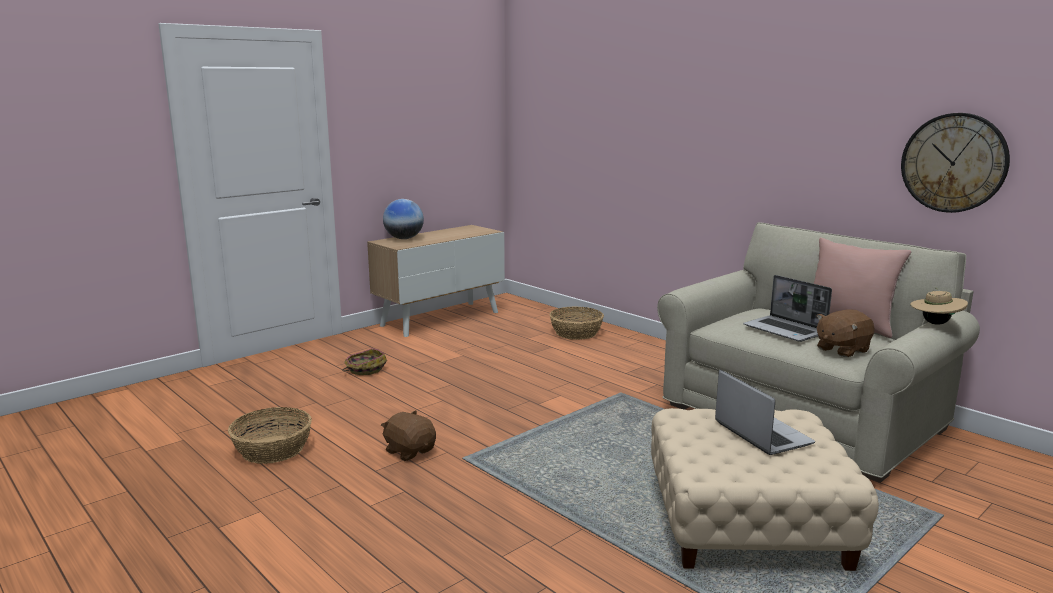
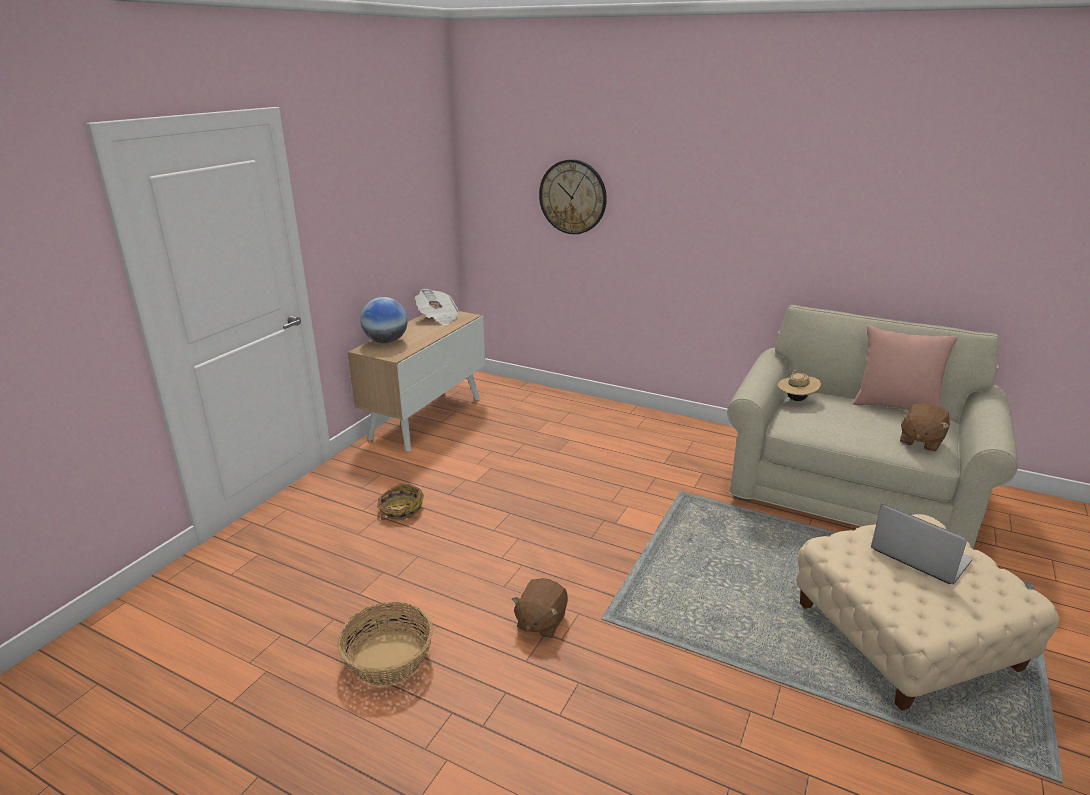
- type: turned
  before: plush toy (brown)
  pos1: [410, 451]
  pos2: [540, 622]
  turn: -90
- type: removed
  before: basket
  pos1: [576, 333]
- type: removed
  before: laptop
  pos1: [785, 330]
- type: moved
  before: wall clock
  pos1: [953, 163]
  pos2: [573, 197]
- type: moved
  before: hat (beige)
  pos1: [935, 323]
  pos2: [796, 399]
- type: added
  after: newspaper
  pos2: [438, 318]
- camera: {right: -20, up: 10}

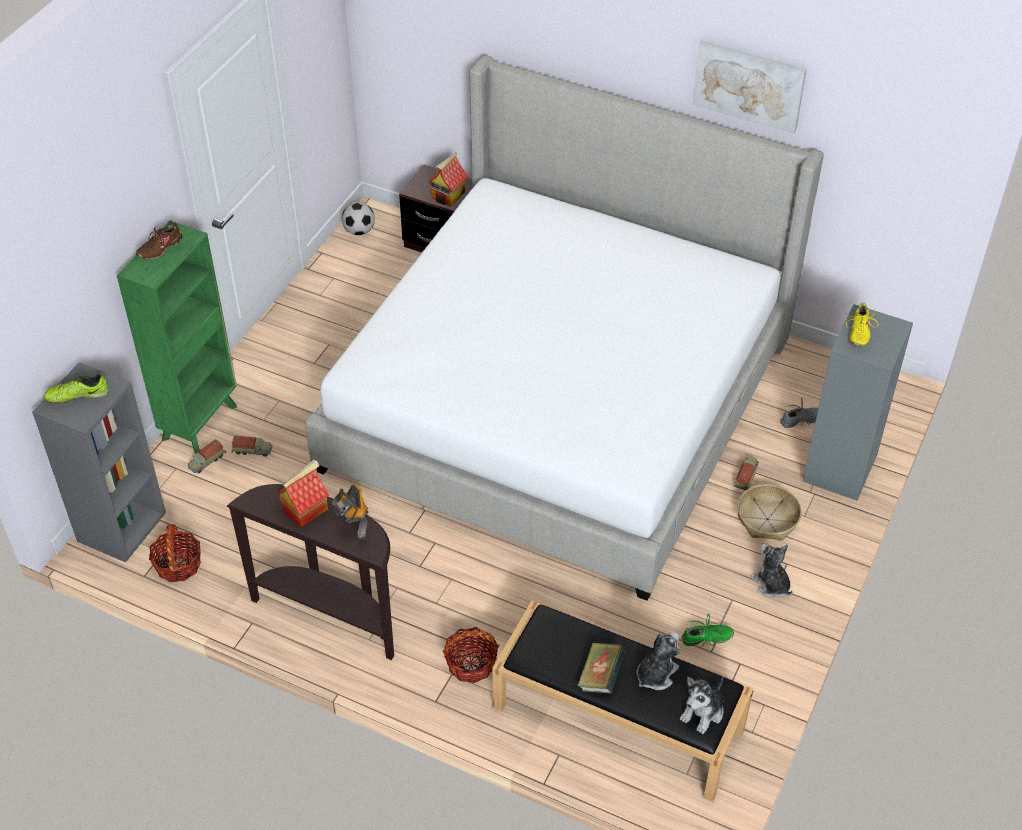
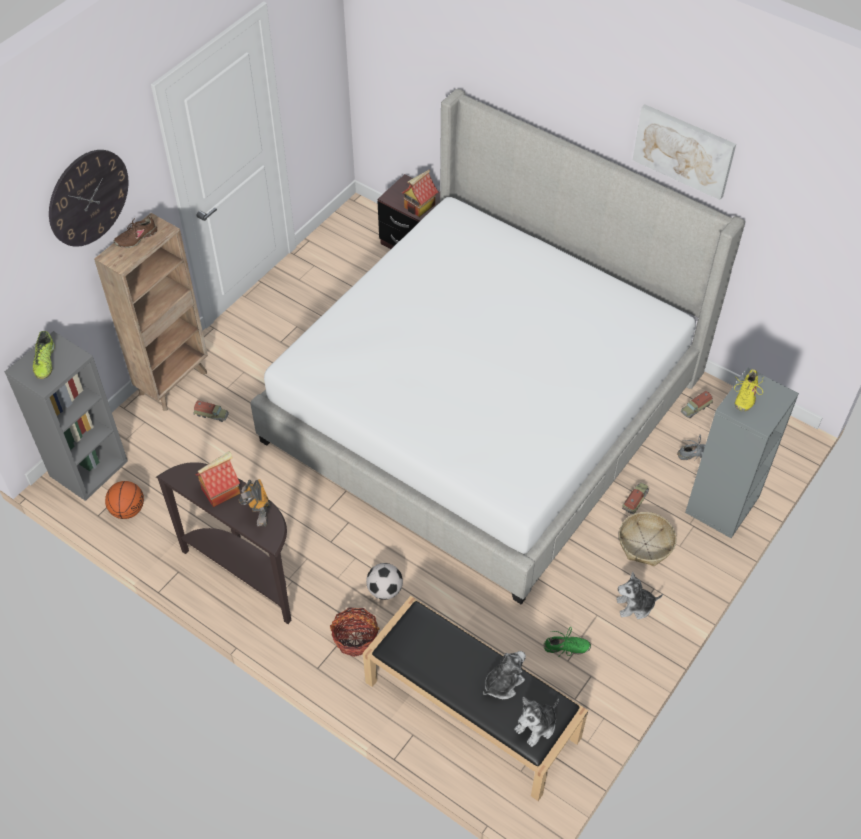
- type: turned
  before: shoe
  pos1: [77, 395]
  pos2: [45, 361]
  turn: -90
- type: recoloured
  before: bookcase (green)
  after: bookcase (brown)
  pos1: [201, 421]
  pos2: [174, 382]
- type: replaced
  before: basket
  after: basketball
  pos1: [178, 565]
  pos2: [128, 509]
- type: moved
  before: toy truck
  pos1: [206, 461]
  pos2: [695, 408]
- type: moved
  before: football
  pos1: [359, 231]
  pos2: [385, 590]
- type: removed
  before: book
  pos1: [601, 677]
- type: turned
  before: plush toy
  pos1: [771, 584]
  pos2: [635, 606]
  turn: -75
- type: added
  after: wall clock
  pos2: [88, 198]
- camera: {right: 10, up: 5}

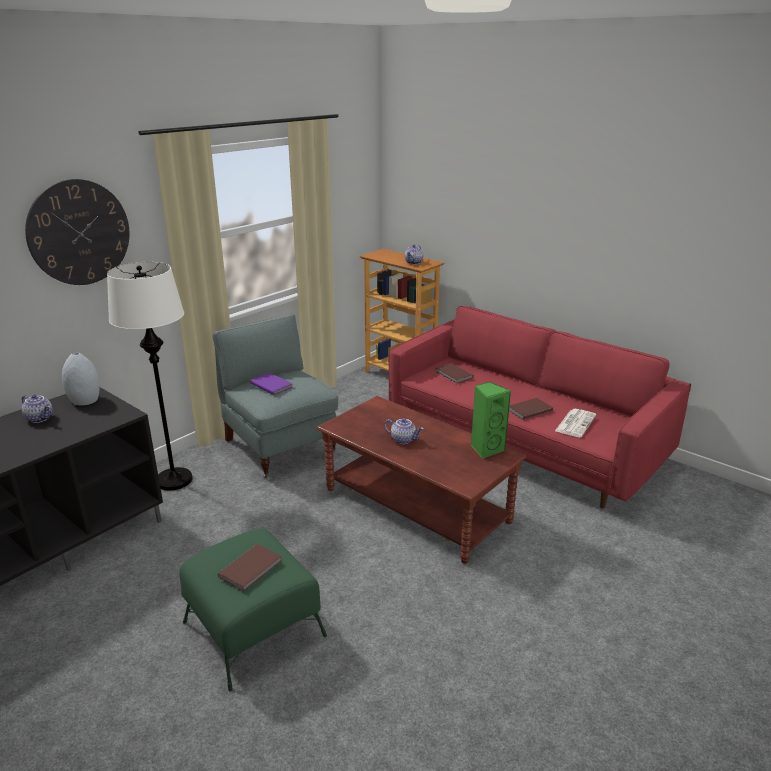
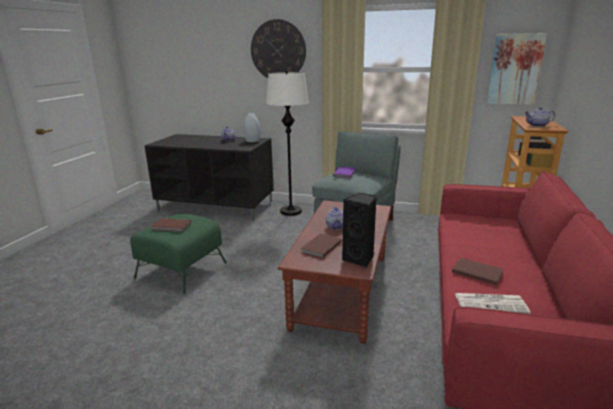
- type: moved
  before: book (brown)
  pos1: [453, 375]
  pos2: [320, 247]
- type: recoloured
  before: speaker (green)
  after: speaker (black)
  pos1: [486, 449]
  pos2: [360, 259]
- type: added
  after: picture
  pos2: [515, 69]
- camera: {right: 65, up: -5}

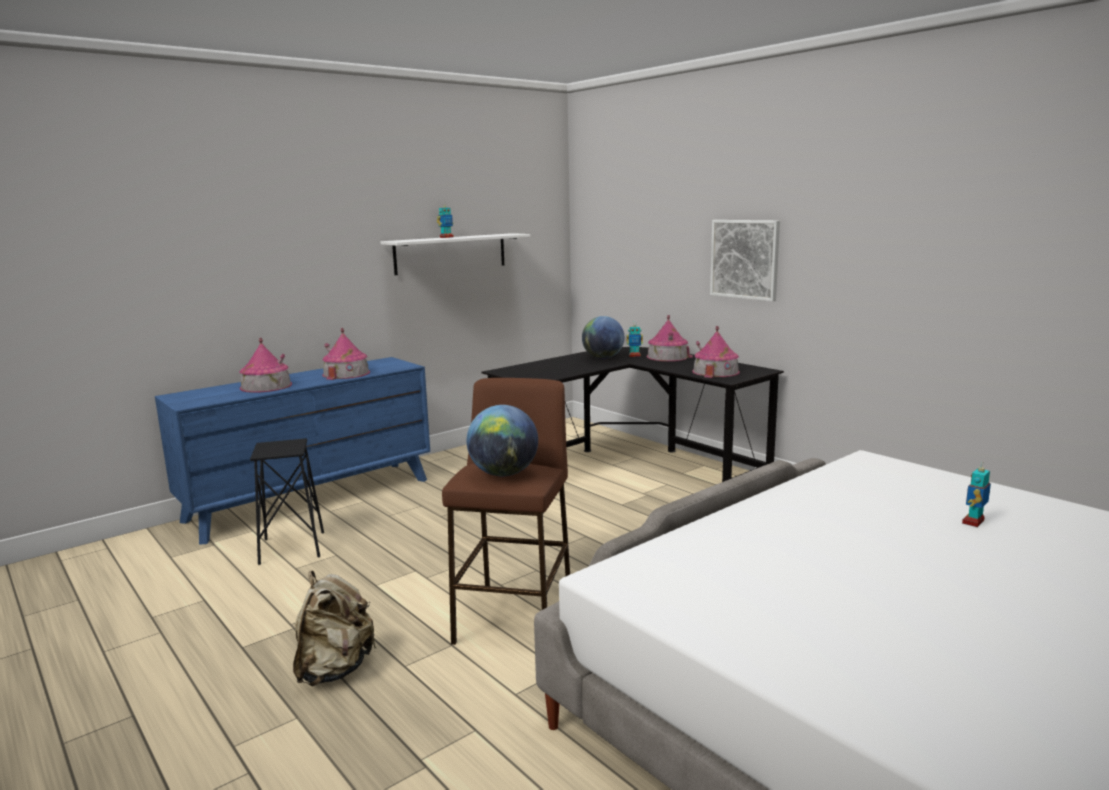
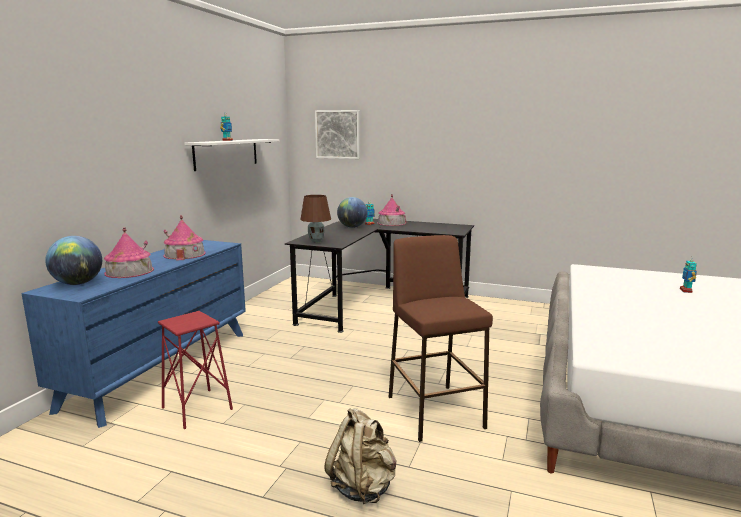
- type: recoloured
  before: stool (black)
  after: stool (red)
  pos1: [292, 548]
  pos2: [197, 408]
- type: moved
  before: globe
  pos1: [503, 474]
  pos2: [78, 283]
- type: removed
  before: toy house
  pos1: [715, 371]
- type: moved
  before: picture
  pos1: [745, 259]
  pos2: [338, 134]
- type: added
  after: table lamp (brown)
  pos2: [316, 241]
- camera: {right: -30, up: 0}

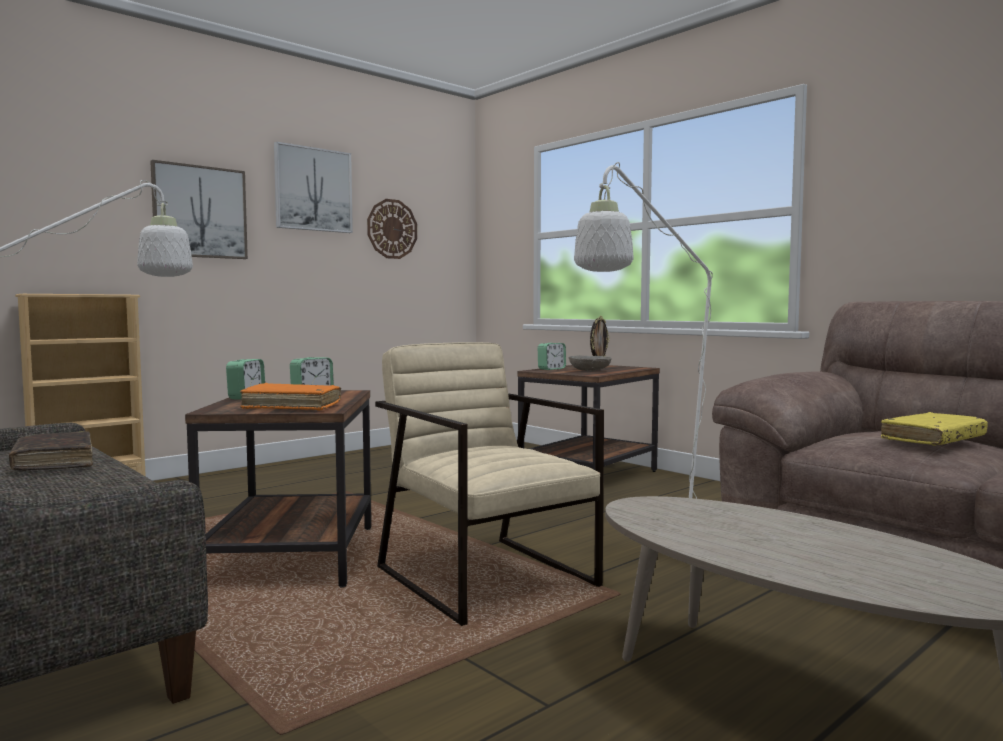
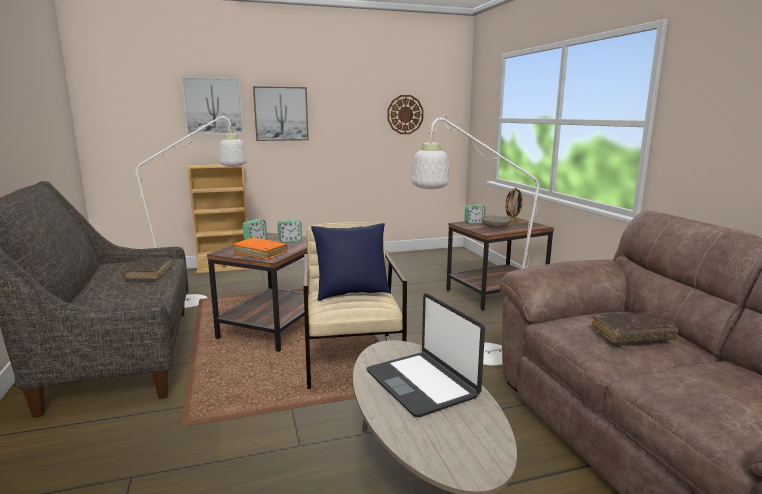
- type: moved
  before: picture
  pos1: [313, 189]
  pos2: [213, 106]
- type: recoloured
  before: book (yellow)
  after: book (brown)
  pos1: [933, 439]
  pos2: [632, 335]
- type: added
  after: pillow (blue)
  pos2: [351, 293]
- type: added
  after: laptop
  pos2: [422, 383]
- camera: {right: 25, up: 10}

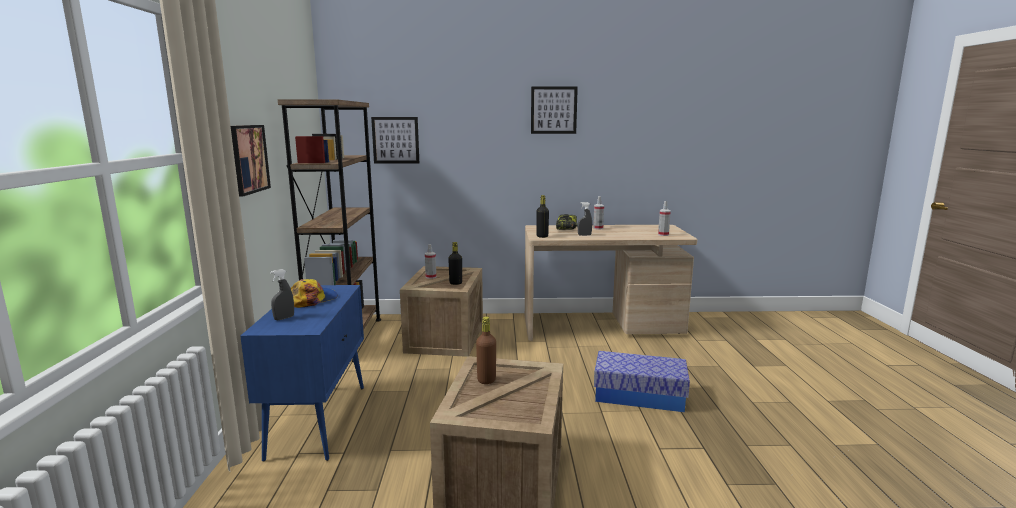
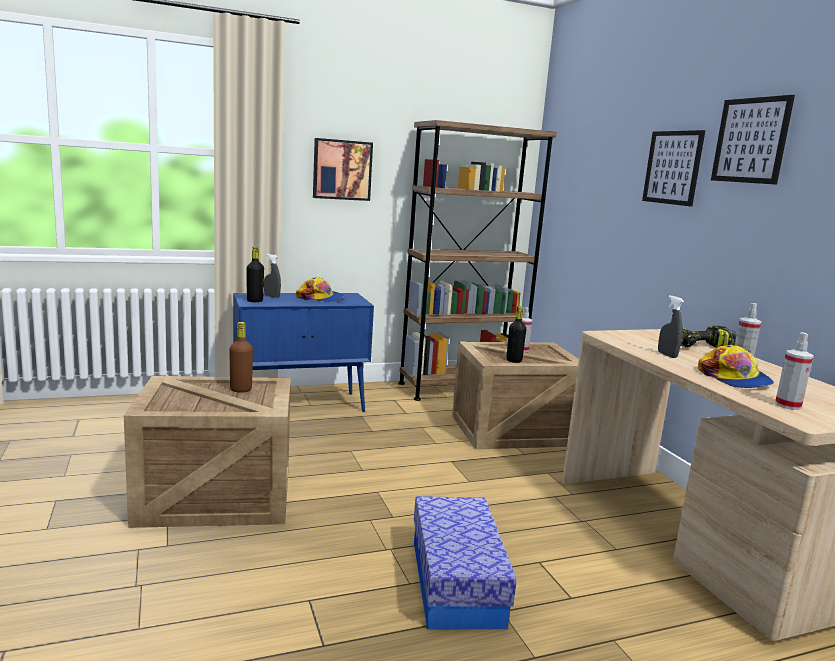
- type: moved
  before: picture
  pos1: [395, 140]
  pos2: [672, 167]
- type: moved
  before: bottle (black)
  pos1: [542, 236]
  pos2: [255, 301]
- type: added
  after: cap
  pos2: [734, 379]
- camera: {right: 70, up: 0}

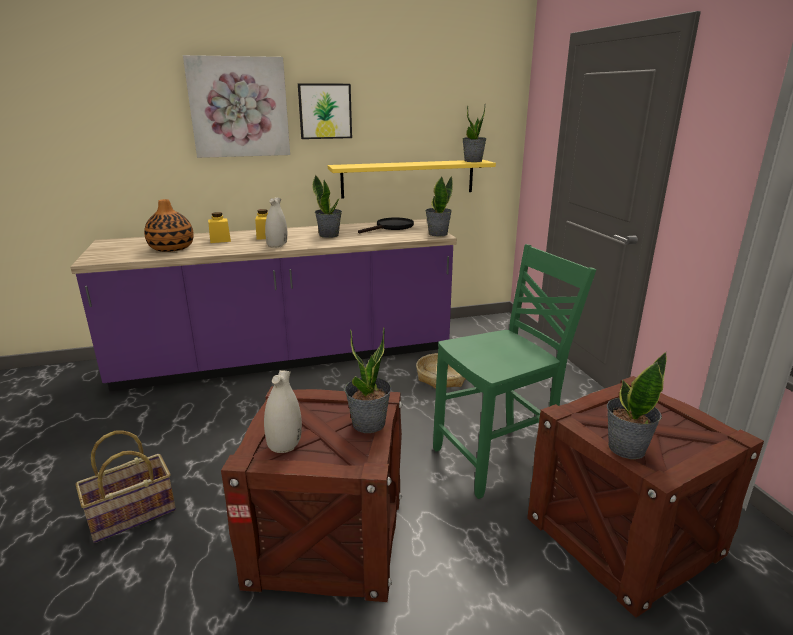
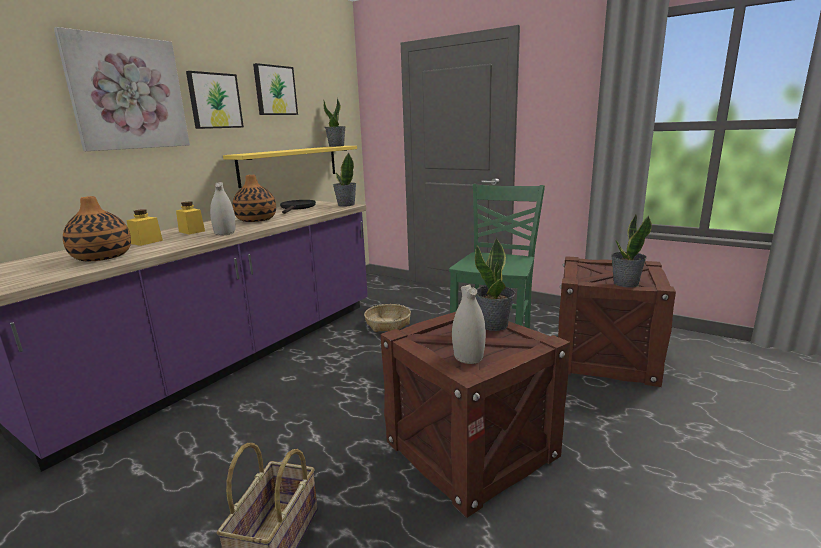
- type: replaced
  before: potted plant
  after: vase
  pos1: [329, 235]
  pos2: [256, 220]
- type: added
  after: picture
  pos2: [275, 90]
- camera: {right: -40, up: -5}

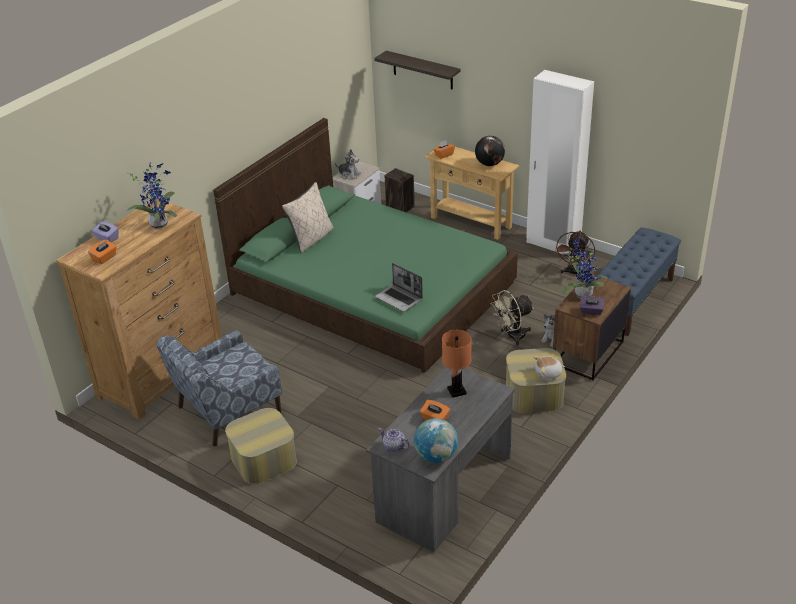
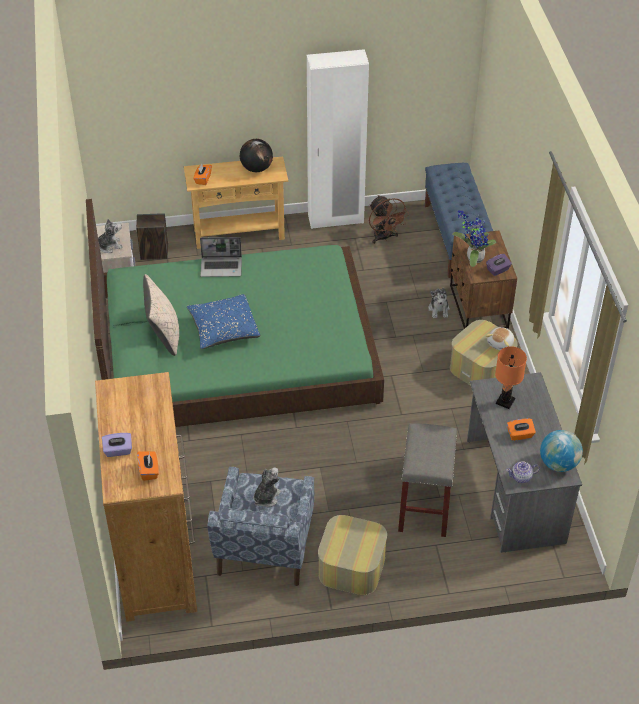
- type: removed
  before: potted plant
  pos1: [159, 223]
- type: removed
  before: shelf
  pos1: [422, 70]
- type: moved
  before: laptop
  pos1: [399, 299]
  pos2: [222, 267]
- type: removed
  before: fan (beige)
  pos1: [512, 336]
- type: added
  after: pillow (blue)
  pos2: [224, 330]
- type: added
  after: plush toy
  pos2: [266, 497]
- type: added
  after: stool (grey)
  pos2: [424, 508]
- camera: {right: -45, up: 10}

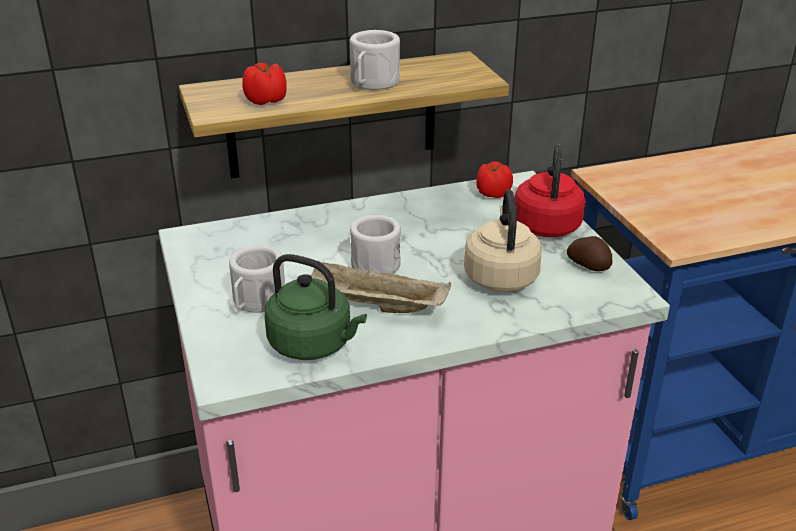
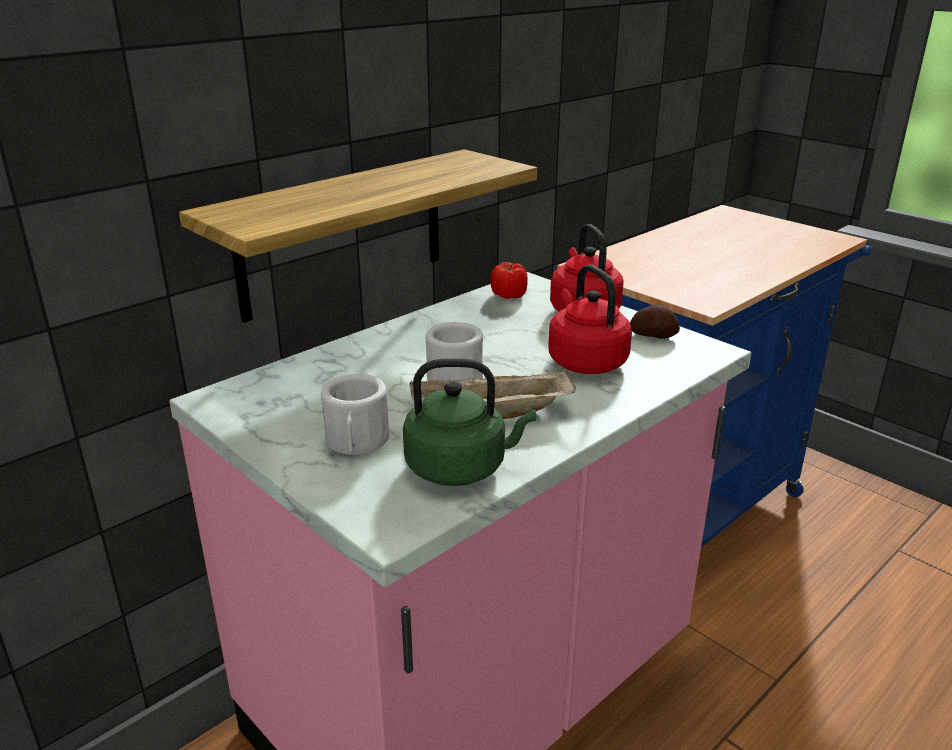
- type: removed
  before: tomato
  pos1: [267, 101]
- type: removed
  before: mug (white)
  pos1: [372, 83]
- type: recoloured
  before: kettle (beige)
  after: kettle (red)
  pos1: [500, 276]
  pos2: [585, 361]
- camera: {right: -25, up: -5}

